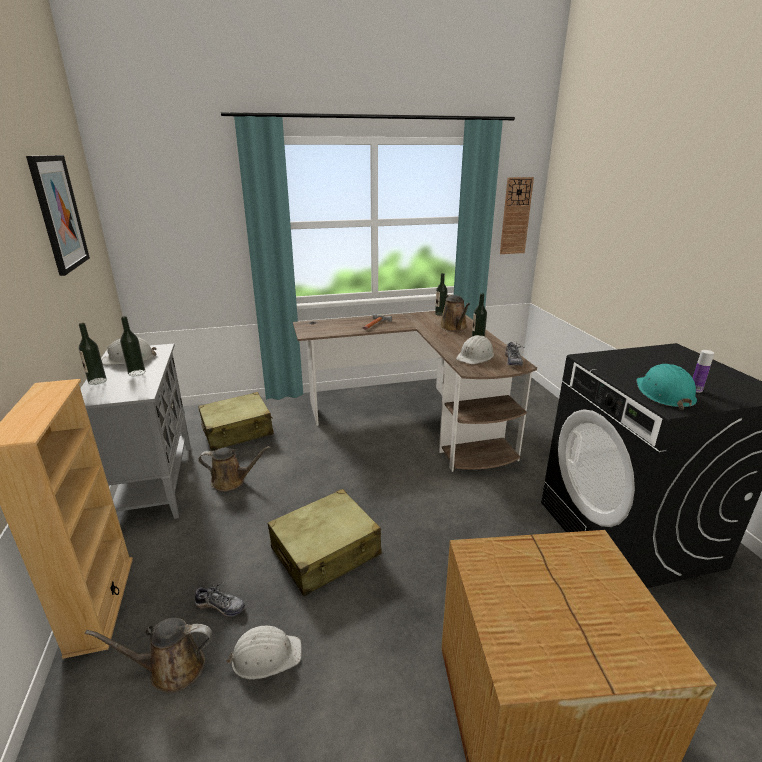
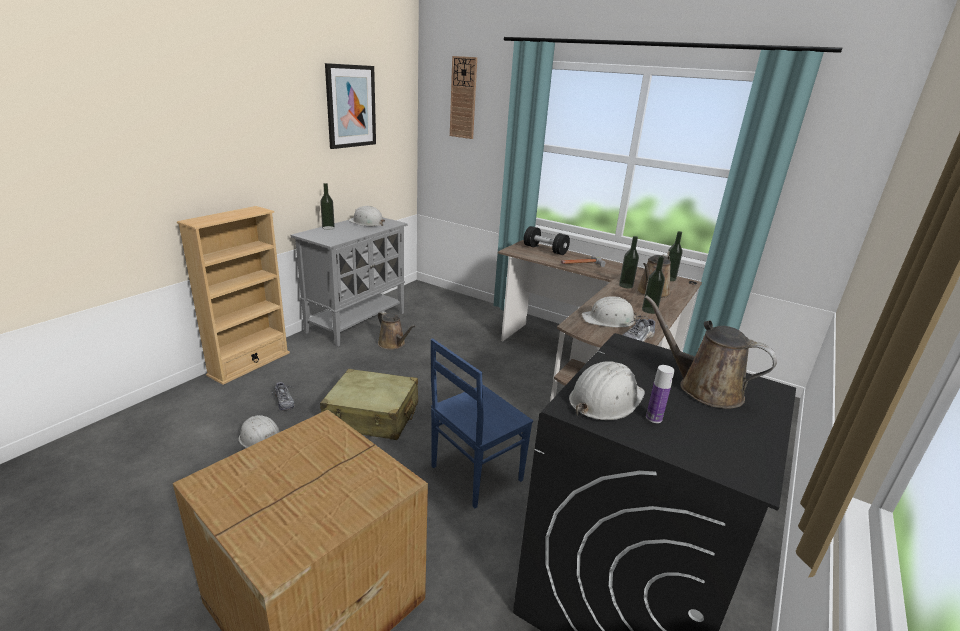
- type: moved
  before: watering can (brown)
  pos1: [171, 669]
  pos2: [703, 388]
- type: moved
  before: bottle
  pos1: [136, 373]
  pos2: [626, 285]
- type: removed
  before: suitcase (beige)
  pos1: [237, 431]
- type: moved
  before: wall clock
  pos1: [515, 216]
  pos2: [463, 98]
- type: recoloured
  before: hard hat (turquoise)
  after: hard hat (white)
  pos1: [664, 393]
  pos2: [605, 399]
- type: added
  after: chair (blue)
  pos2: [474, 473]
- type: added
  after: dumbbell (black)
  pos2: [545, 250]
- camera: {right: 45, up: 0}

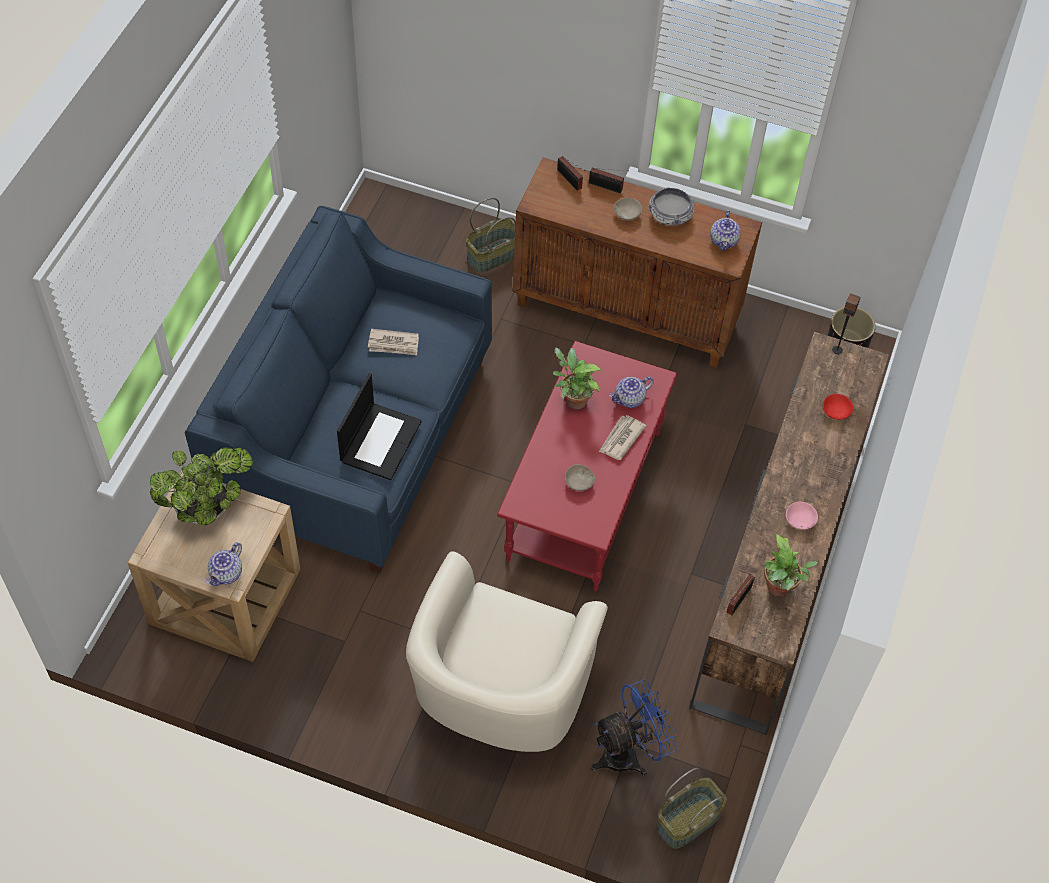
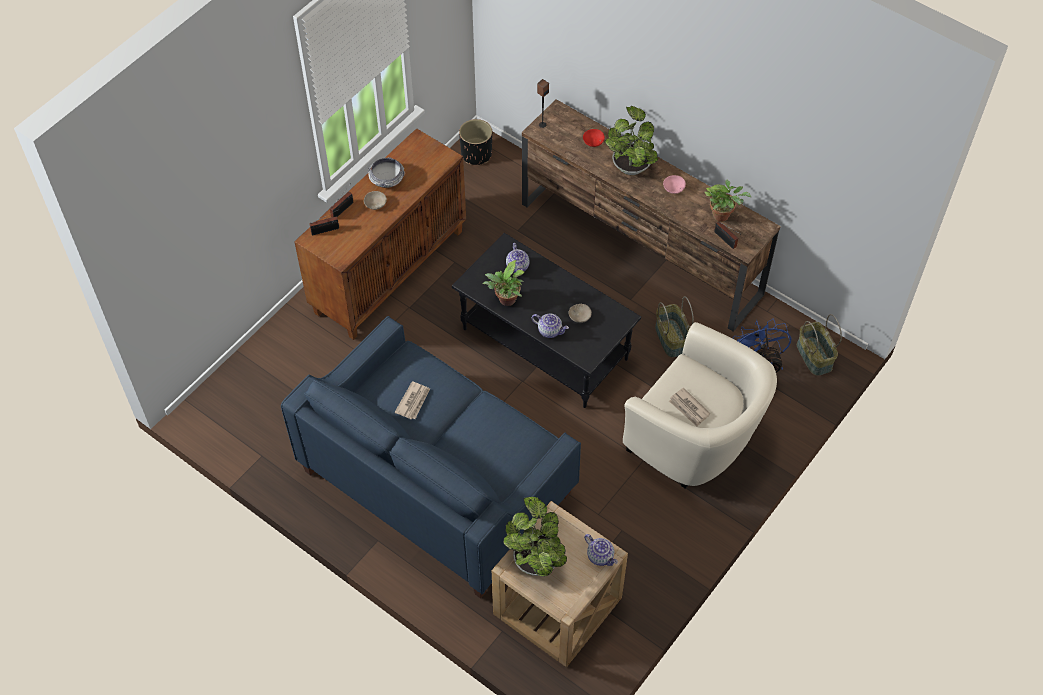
- type: removed
  before: laptop
  pos1: [380, 440]
- type: moved
  before: basket
  pos1: [493, 255]
  pos2: [670, 338]
- type: recoloured
  before: coffee table (red)
  after: coffee table (black)
  pos1: [583, 494]
  pos2: [543, 345]
- type: moved
  before: newspaper
  pos1: [621, 439]
  pos2: [689, 408]
- type: moved
  before: teapot
  pos1: [724, 241]
  pos2: [550, 330]
- type: added
  after: potted plant
  pos2: [630, 165]
- camera: {right: -70, up: 0}

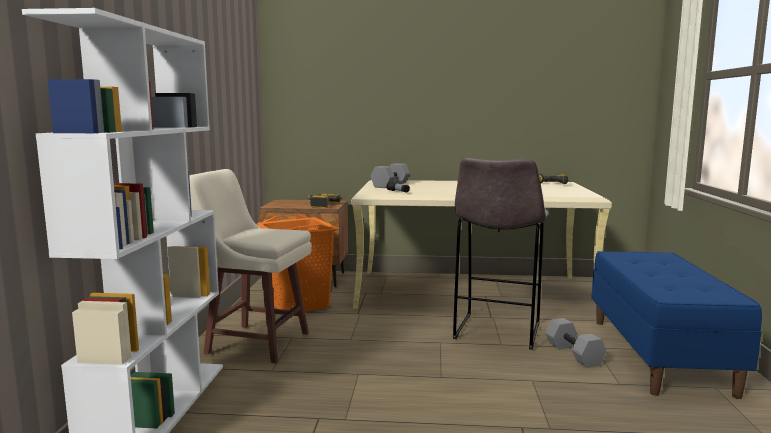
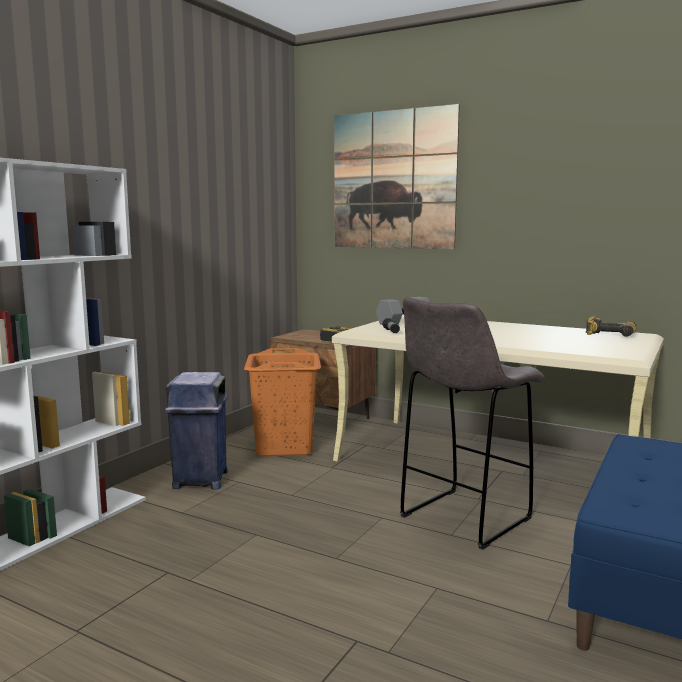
- type: replaced
  before: stool (beige)
  after: trash can (blue)
  pos1: [255, 342]
  pos2: [200, 480]
- type: removed
  before: dumbbell (grey)
  pos1: [572, 354]
- type: added
  after: picture
  pos2: [393, 180]
- camera: {right: 25, up: 0}

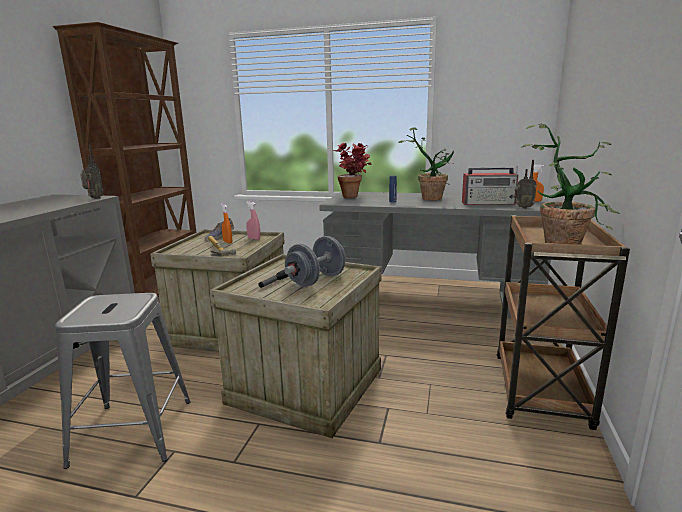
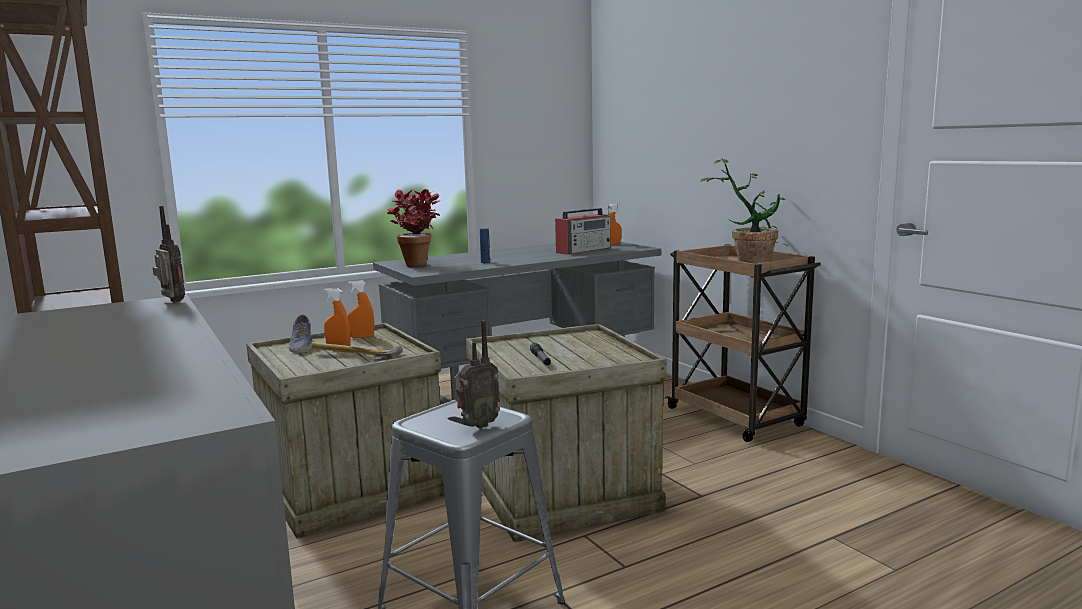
- type: recoloured
  before: spray bottle (pink)
  after: spray bottle (orange)
  pos1: [254, 238]
  pos2: [362, 337]
- type: removed
  before: dumbbell (grey)
  pos1: [316, 280]
- type: removed
  before: potted plant
  pos1: [428, 198]
- type: moved
  before: radio
  pos1: [522, 207]
  pos2: [476, 425]
- camera: {right: -45, up: -5}

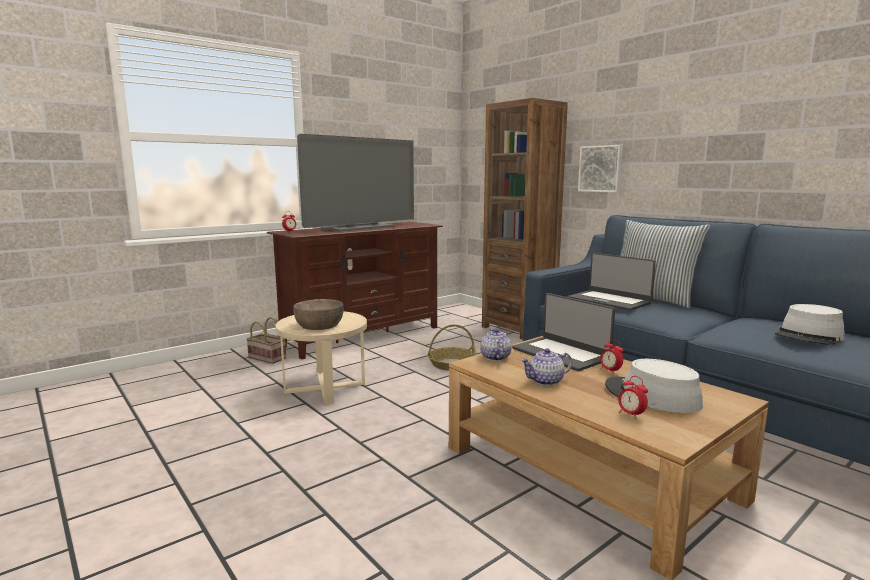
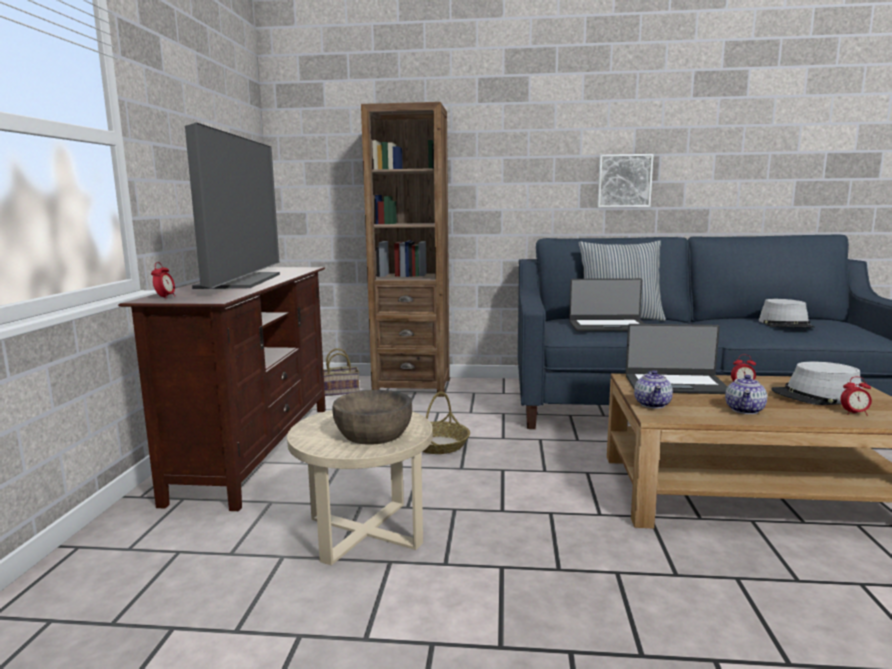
- type: moved
  before: basket
  pos1: [268, 358]
  pos2: [341, 391]
- type: turned
  before: teapot
  pos1: [495, 357]
  pos2: [652, 404]
  turn: -120
- type: moved
  before: picture
  pos1: [601, 168]
  pos2: [624, 181]
- camera: {right: -45, up: 0}

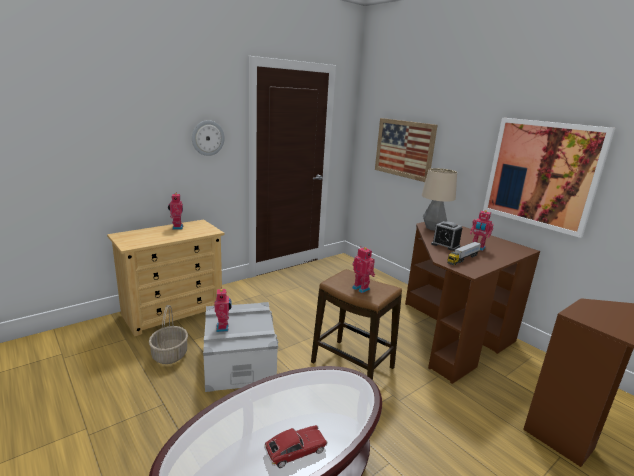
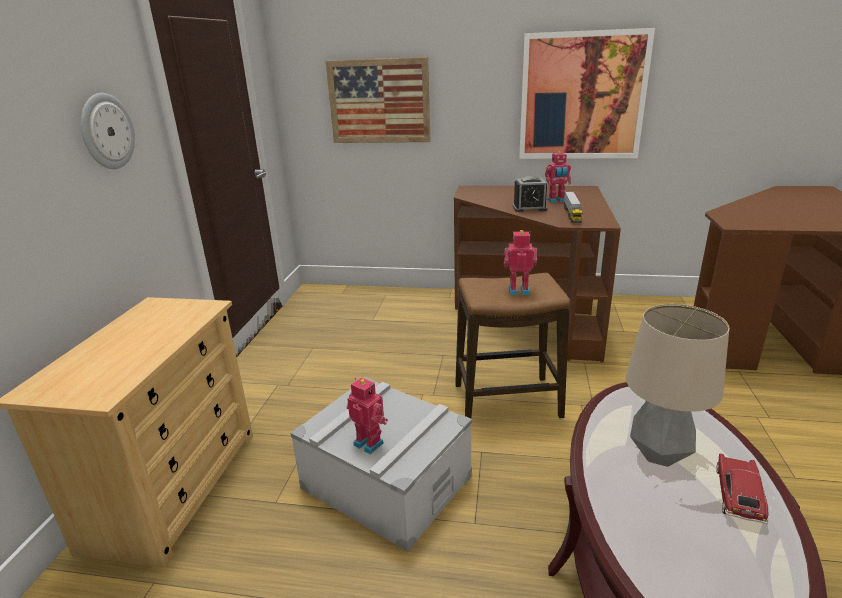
- type: removed
  before: basket
  pos1: [169, 354]
- type: removed
  before: toy robot
  pos1: [176, 227]
- type: moved
  before: table lamp
  pos1: [433, 228]
  pos2: [658, 454]
- camera: {right: -40, up: 5}

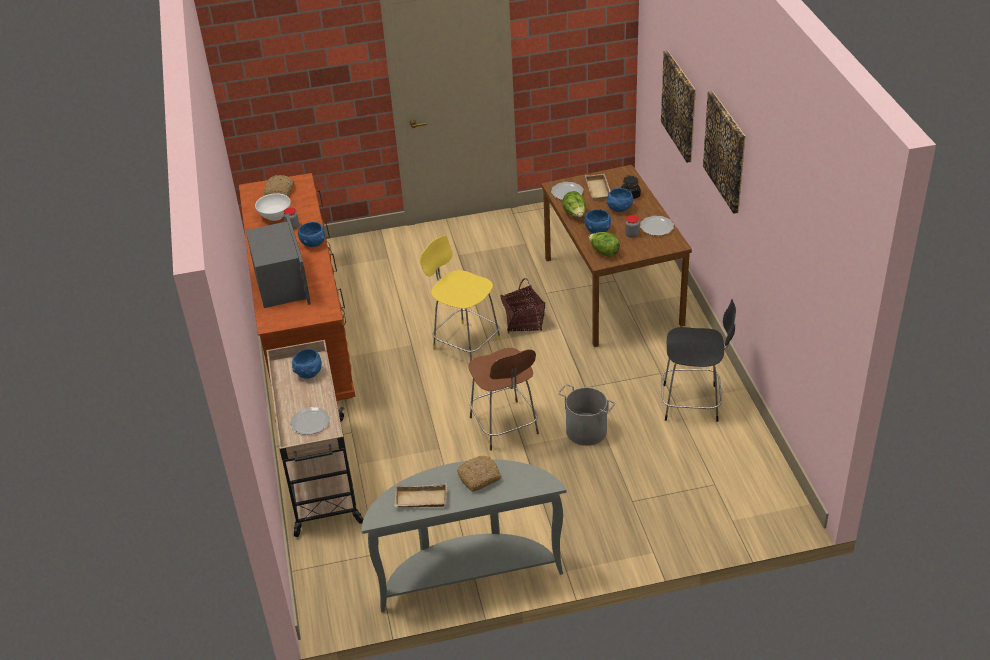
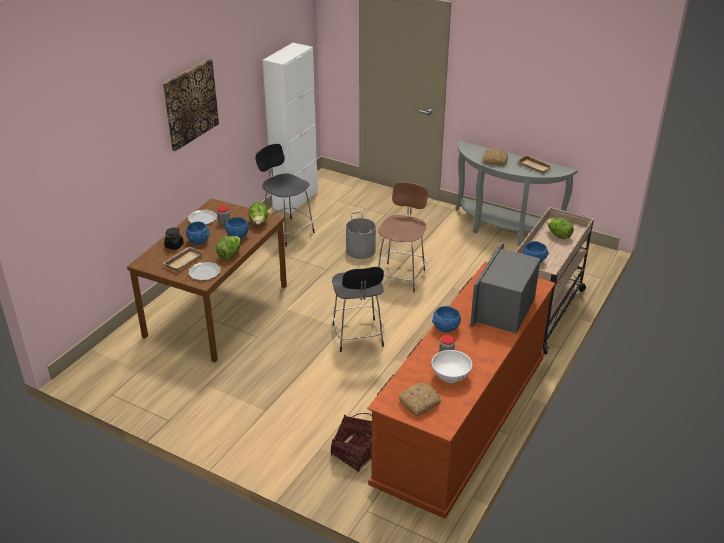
- type: replaced
  before: plate
  after: lettuce
  pos1: [310, 422]
  pos2: [558, 235]
- type: recoloured
  before: chair (yellow)
  after: chair (black)
  pos1: [465, 343]
  pos2: [358, 336]
- type: moved
  before: basket
  pos1: [523, 322]
  pos2: [355, 453]
- type: removed
  before: picture
  pos1: [679, 106]
- type: added
  after: cabinet (white)
  pos2: [295, 200]
- camera: {right: -140, up: -5}

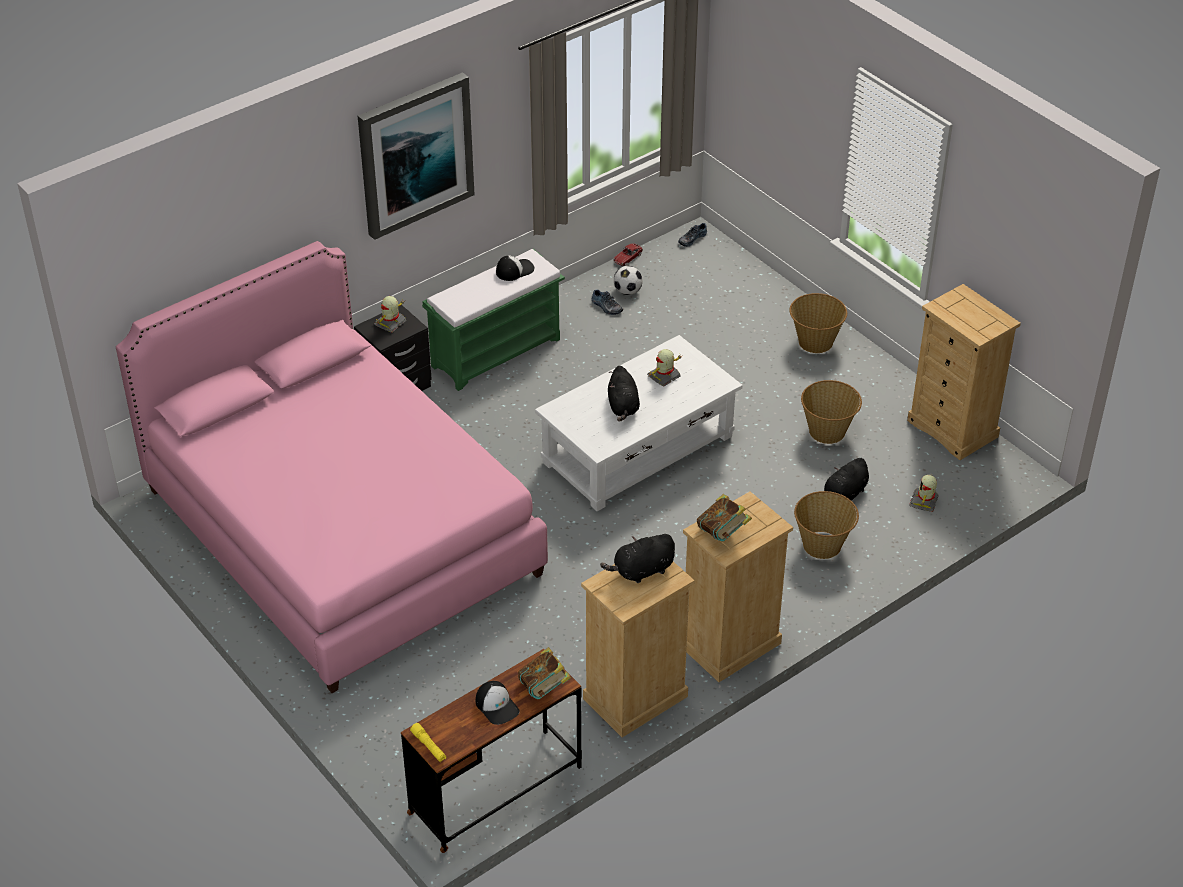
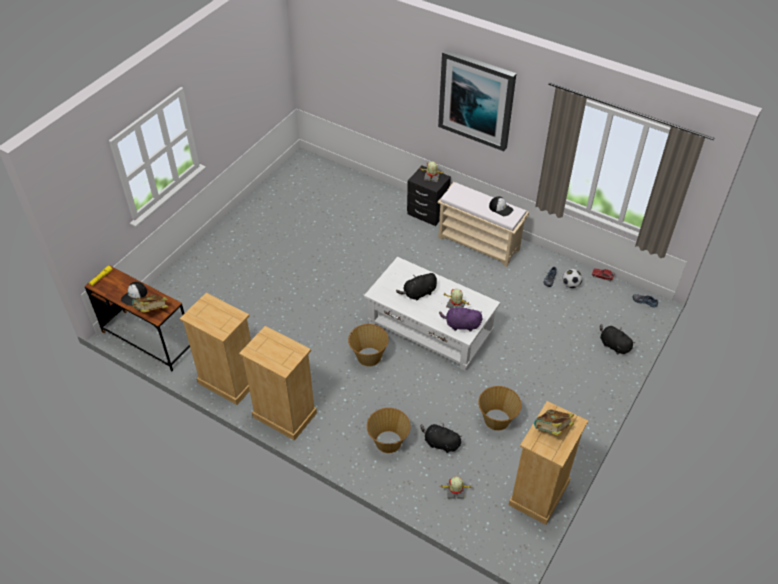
- type: removed
  before: bed (pink)
  pos1: [342, 532]
- type: recoloured
  before: bench (green)
  after: bench (beige)
  pos1: [496, 352]
  pos2: [479, 243]
- type: moved
  before: plush toy (black)
  pos1: [641, 571]
  pos2: [613, 345]
- type: moved
  before: book
  pos1: [723, 533]
  pos2: [552, 430]
- type: moved
  before: basket
  pos1: [815, 342]
  pos2: [368, 356]
- type: added
  after: plush toy (purple)
  pos2: [461, 325]
- camera: {right: 70, up: 5}

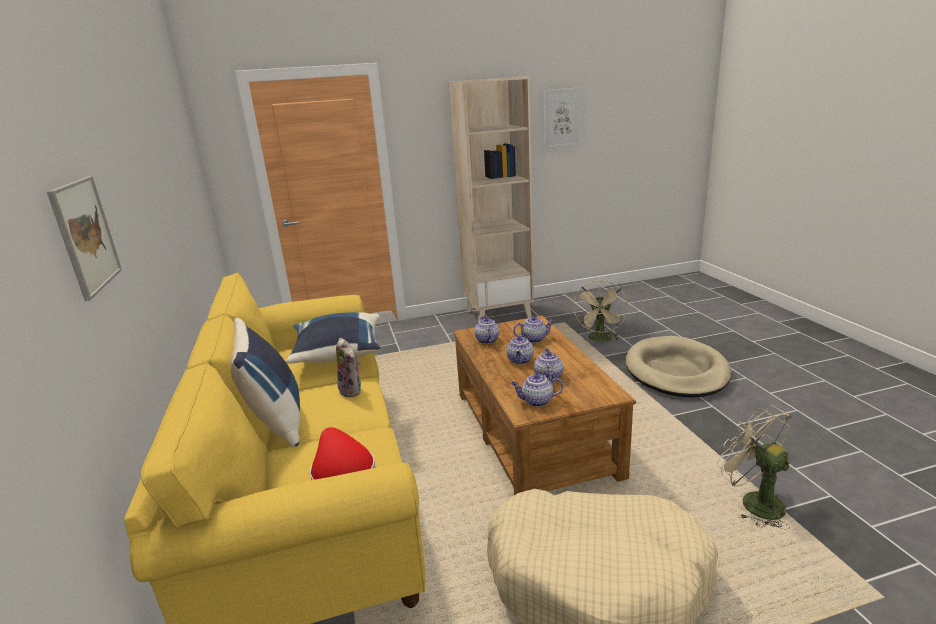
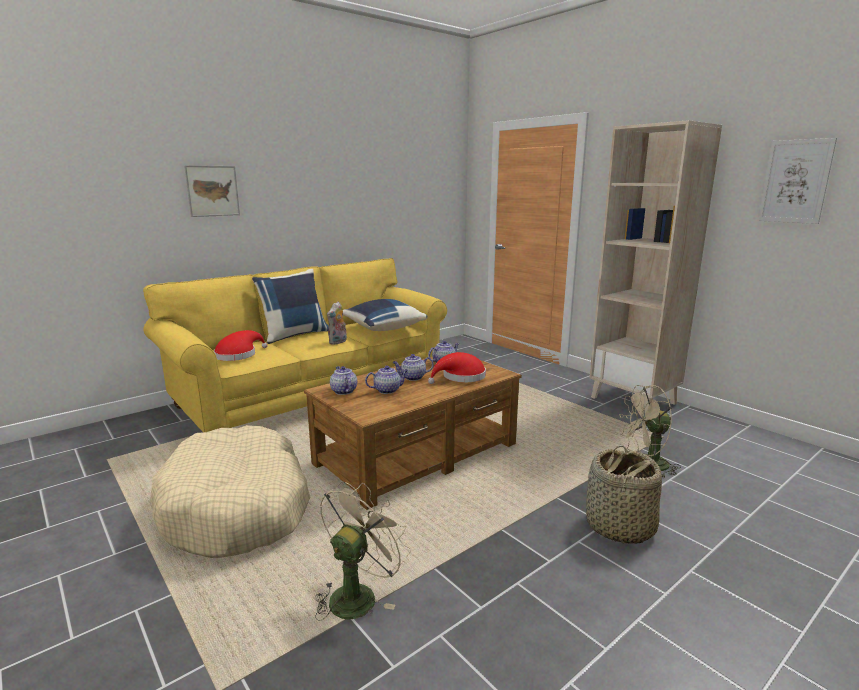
- type: replaced
  before: teapot
  after: hat (red)
  pos1: [534, 339]
  pos2: [460, 377]
- type: replaced
  before: dog bed (beige)
  after: basket
  pos1: [676, 371]
  pos2: [619, 527]
- camera: {right: 65, up: -5}

